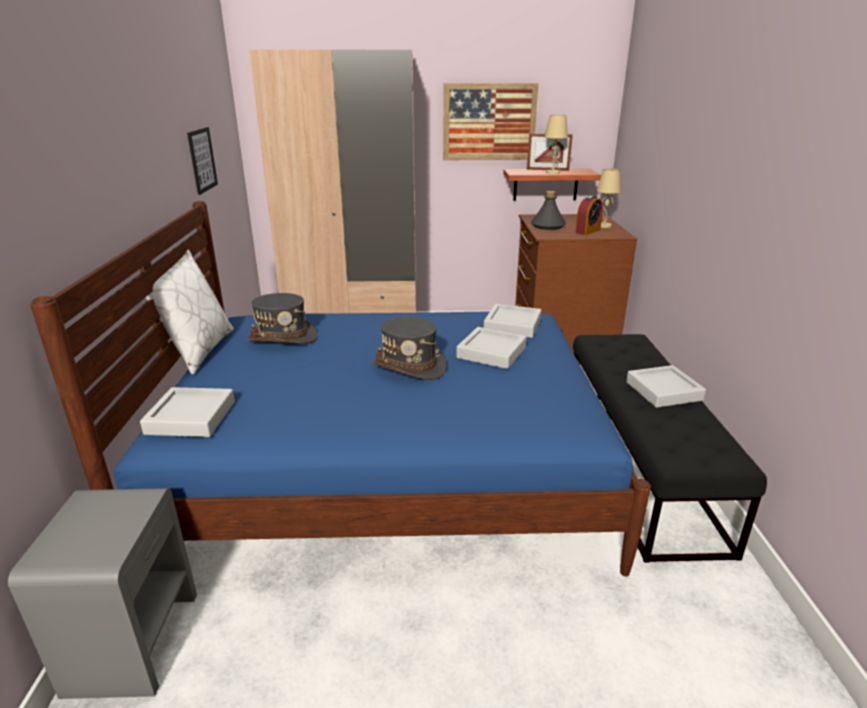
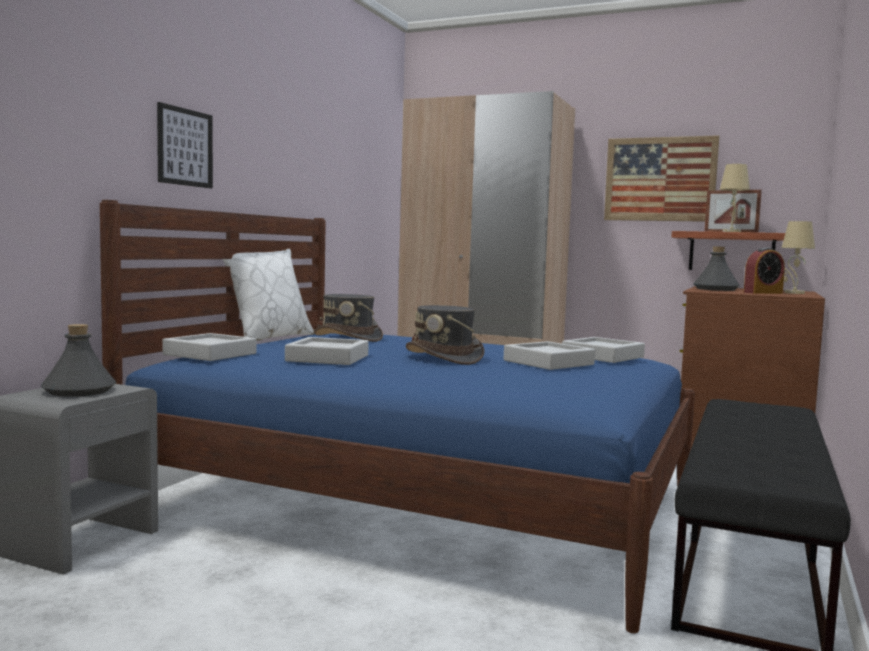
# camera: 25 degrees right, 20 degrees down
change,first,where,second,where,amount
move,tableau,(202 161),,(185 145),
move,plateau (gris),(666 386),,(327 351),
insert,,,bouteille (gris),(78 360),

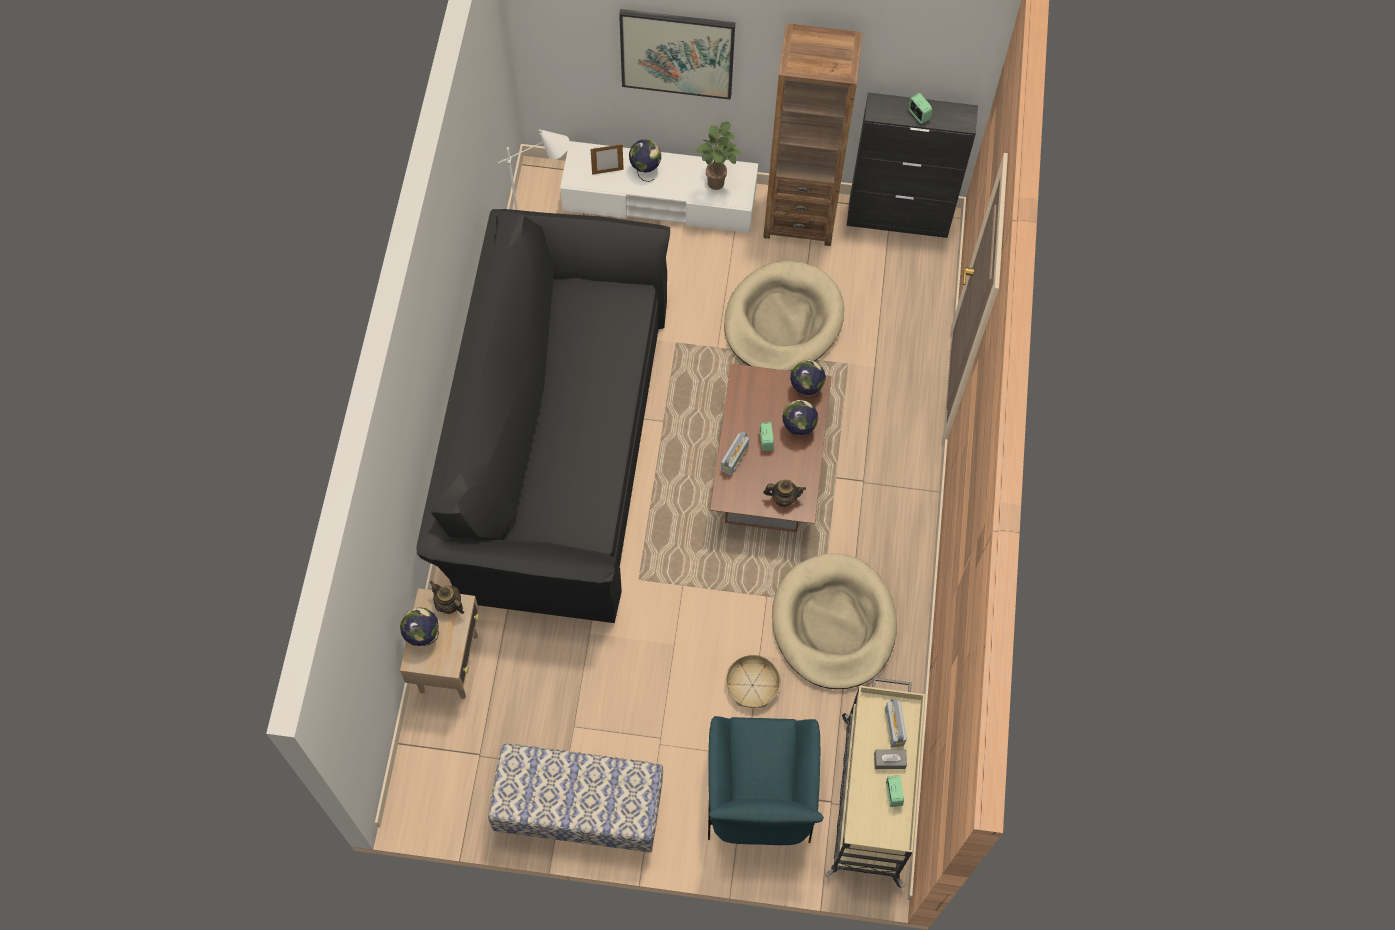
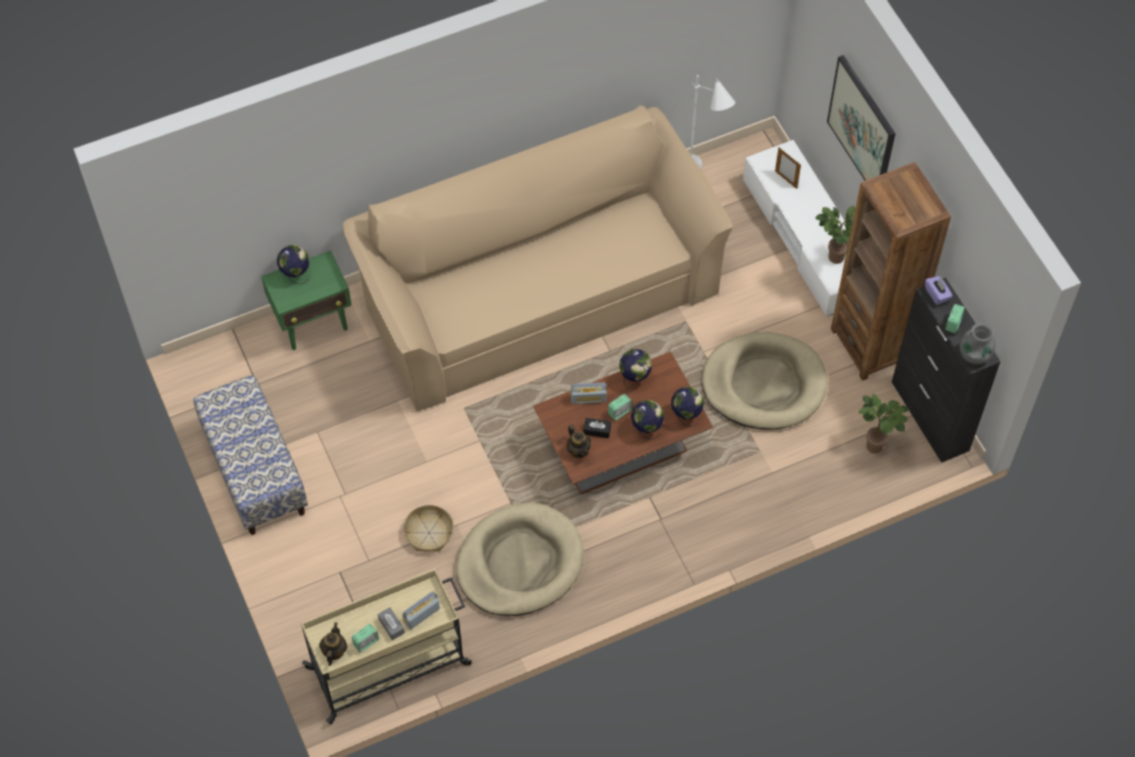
# camera: 60 degrees right, 5 degrees down
change,first,where,second,where,amount
move,globe,(645 160),,(635 369),
recolor,canapé (noir),(543 416),canapé (beige),(538 258),
move,théière,(447 597),,(333 644),
recolor,table d'appoint (beige),(439 643),table d'appoint (vert),(306 300),
delete,fauteuil (bleu),(766 780),,,
insert,,,boîte à mouchoirs (violet),(938 290),
insert,,,vase (gris),(978 343),
insert,,,plante en pot,(884 424),
insert,,,boîte à mouchoirs (noir),(597 428),

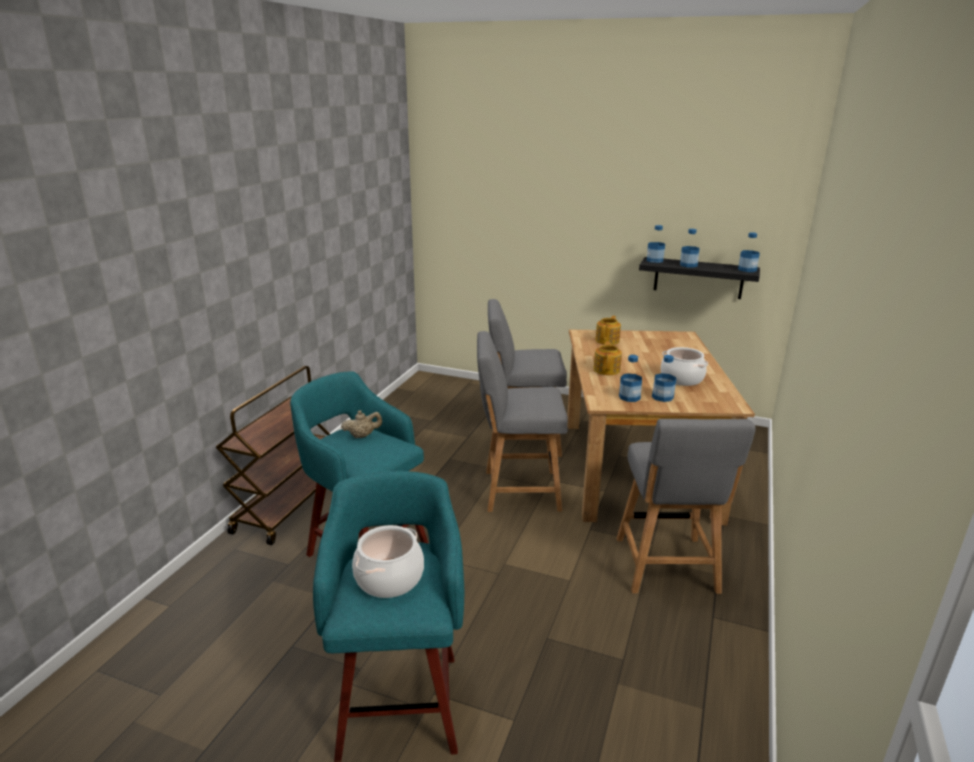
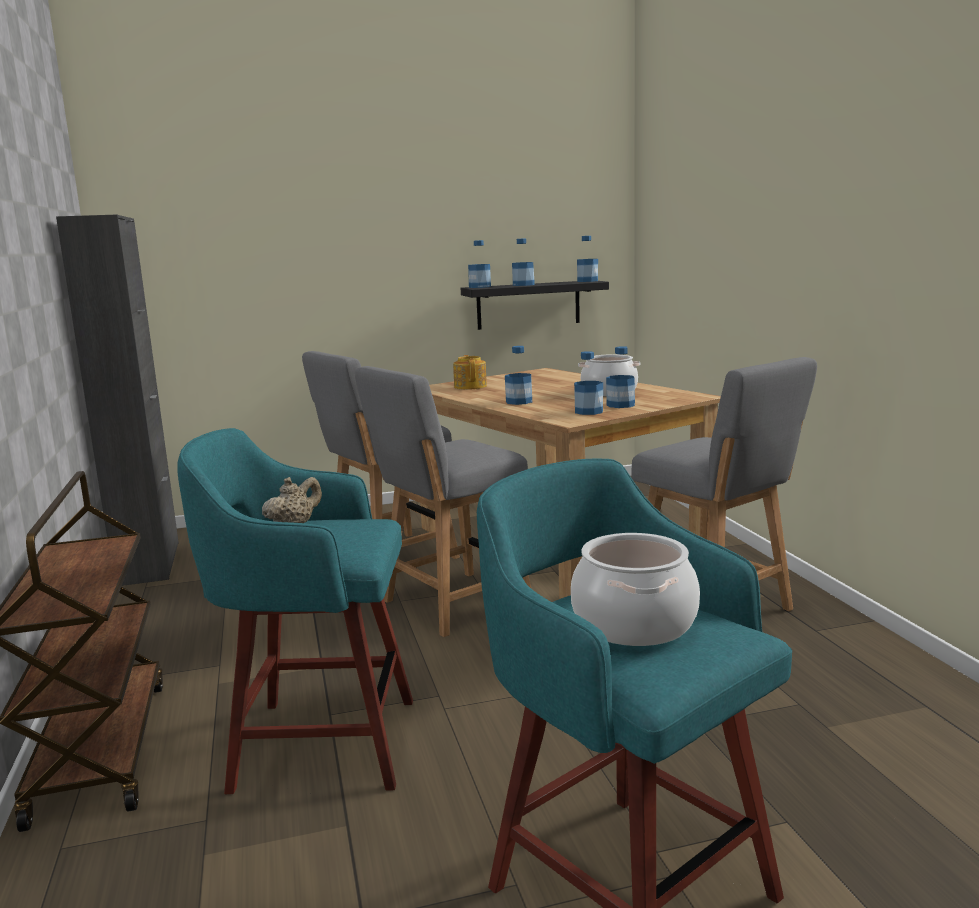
# camera: 35 degrees left, 10 degrees down
change,first,where,second,where,amount
replace,théière,(607 358),bouteille,(518 375),
insert,,,meuble de rangement (noir),(117 400),

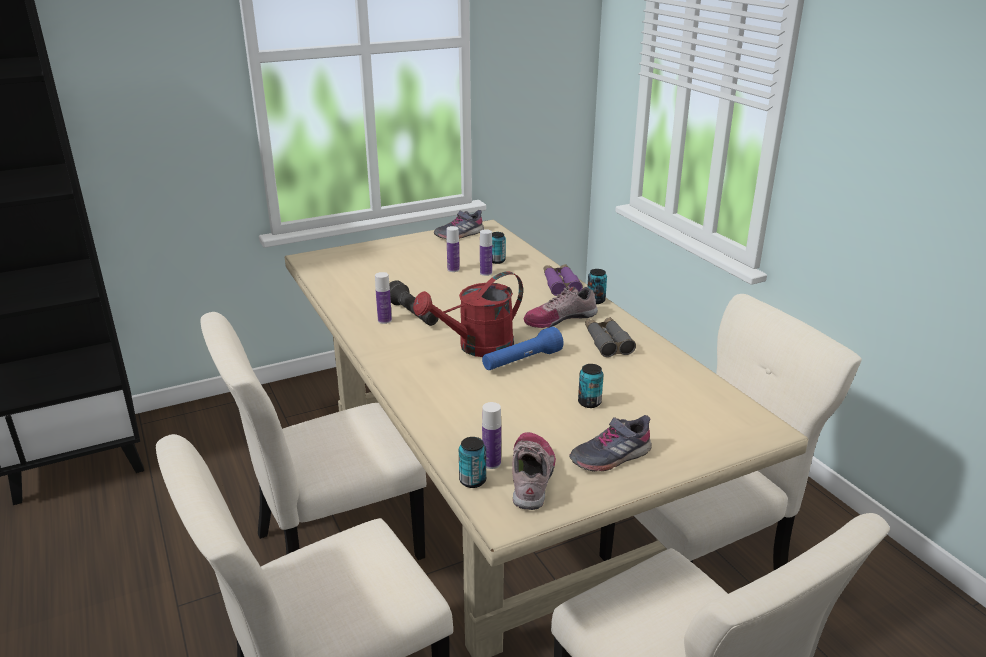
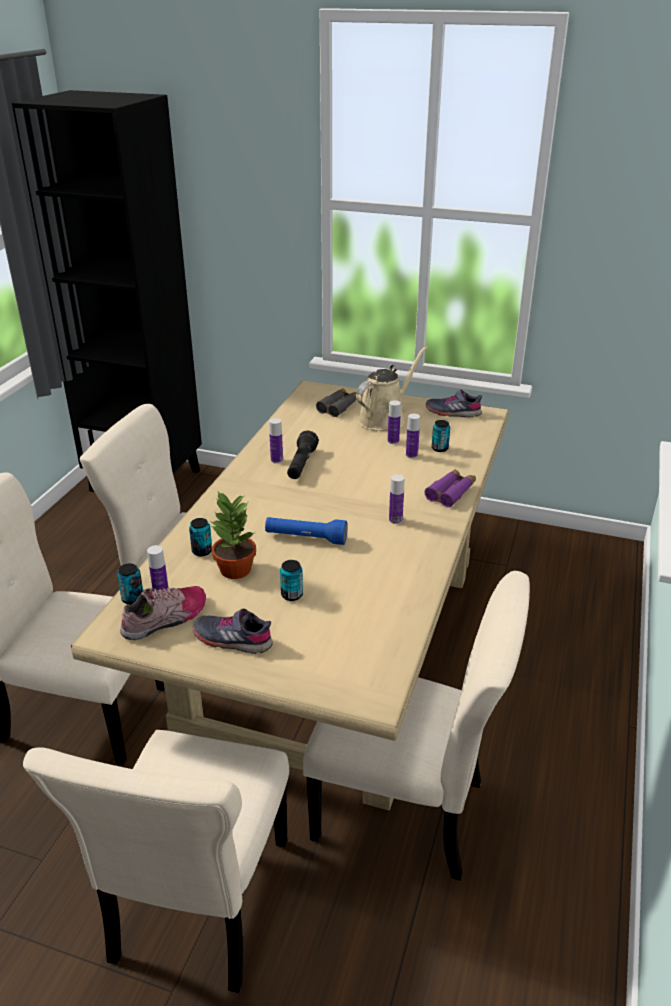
# camera: 45 degrees right, 5 degrees up
change,first,where,second,where,amount
move,boîte métallique,(597 286),,(200 537),
delete,arrosoir (rouge),(468 314),,,
replace,chaussure,(561 307),bouteille,(396 499),
move,jumelles (gris),(610 337),,(336 402),
insert,,,arrosoir (beige),(392 388),
insert,,,plante en pot,(233 535),

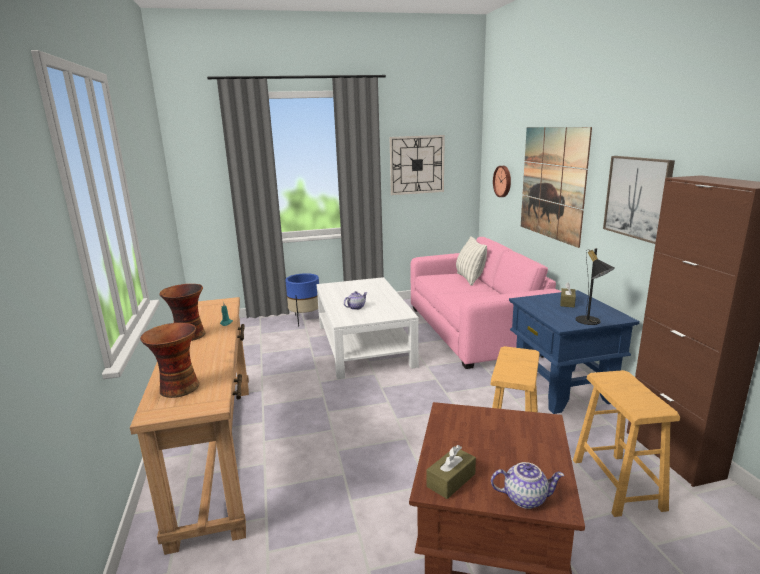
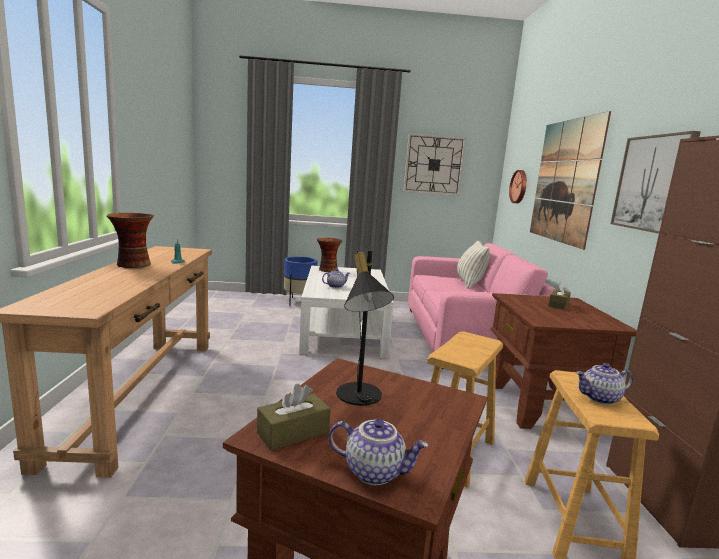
# camera: 10 degrees right, 5 degrees down
change,first,where,second,where,amount
move,lampe de table (noir),(595 286),,(365 328),
recolor,table d'appoint (bleu),(574 352),table d'appoint (marron),(563 361),
move,vase,(169 360),,(330 255),
insert,,,théière,(604 384),

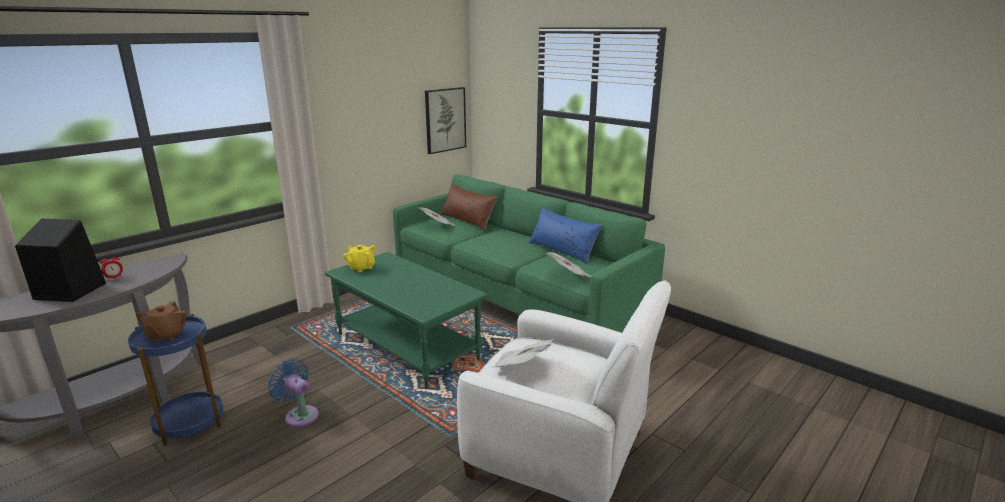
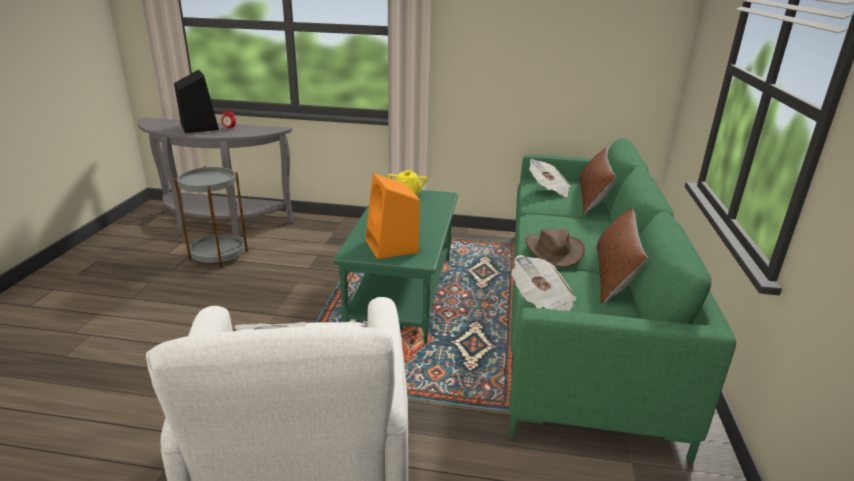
# camera: 55 degrees right, 5 degrees up
change,first,where,second,where,amount
delete,tableau,(445 120),,,
recolor,coussin (bleu),(565 236),coussin (marron),(622 256),
delete,théière (marron),(161 321),,,
recolor,table d'appoint (bleu),(175 380),table d'appoint (gris),(211 217),
delete,ventilateur (bleu),(293 393),,,
insert,,,enceinte (orange),(393 216),
insert,,,chapeau (marron),(555 248),

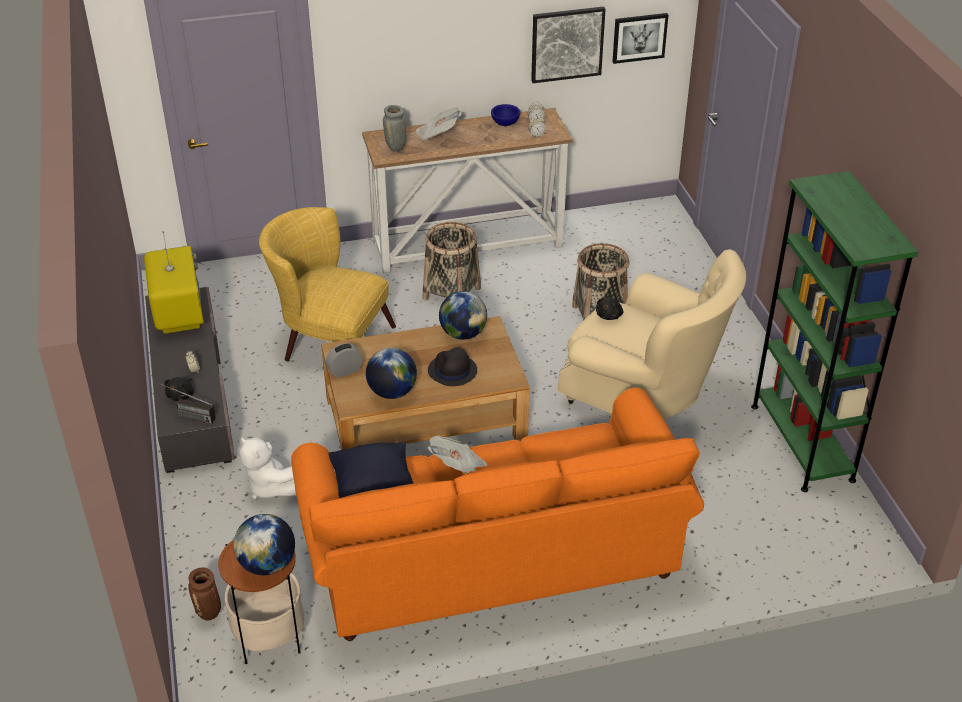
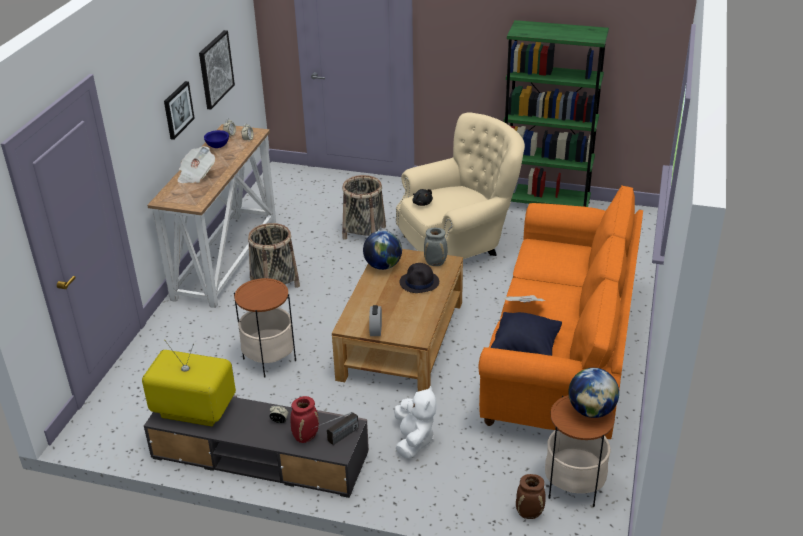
# camera: 60 degrees left, 5 degrees down
change,first,where,second,where,amount
move,tableau,(640 38),,(179 110),
move,vase (gris),(395 128),,(435 247),
replace,fauteuil (jaune),(327 284),table d'appoint,(265 327),
delete,globe,(391 373),,,
replace,peluche (noir),(179 389),vase (rouge),(304 419),
rotate,peluche (blanc),(268 467),,(415 422),75 degrees counterclockwise

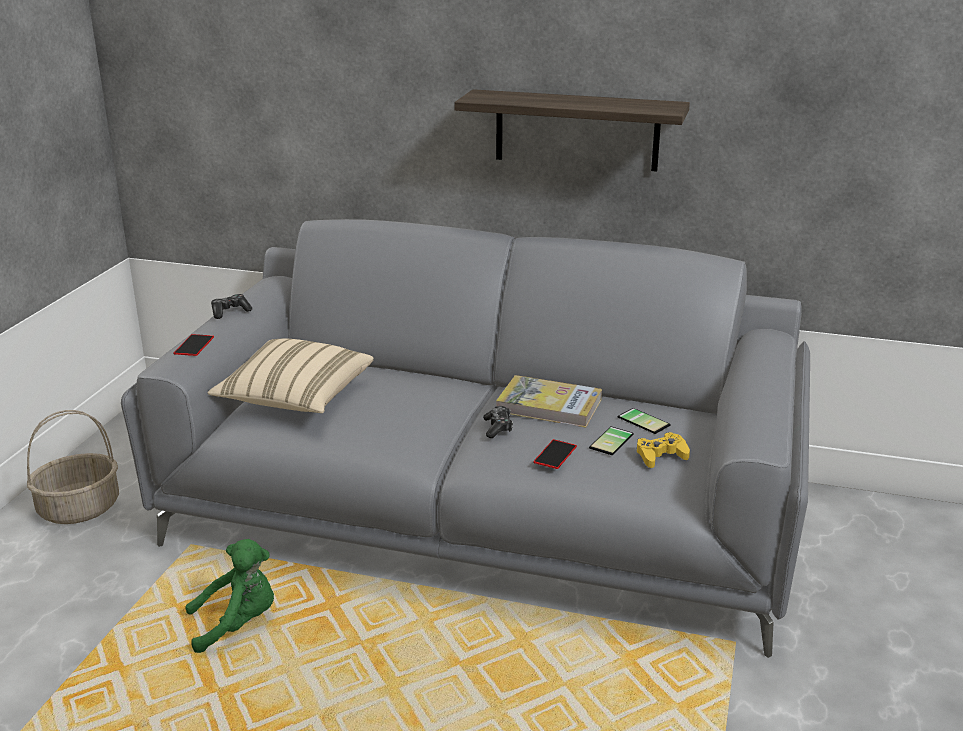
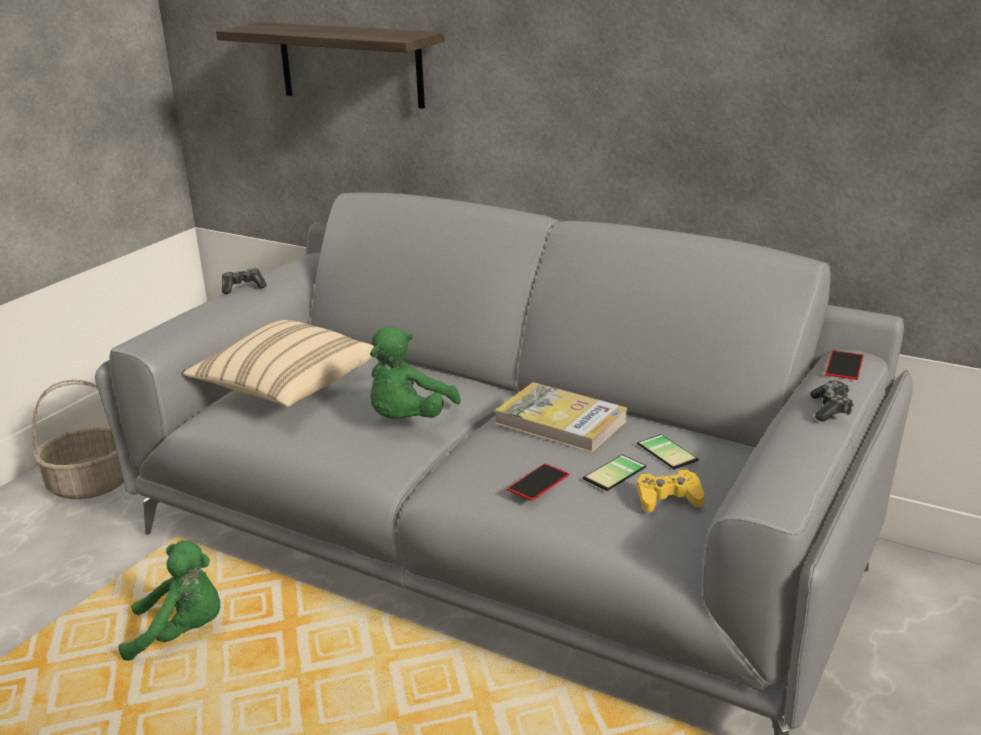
# camera: 15 degrees right, 0 degrees up
change,first,where,second,where,amount
move,étagère,(572 130),,(330 65),
move,téléphone,(193 345),,(844 365),
move,manette,(498 422),,(832 401),
insert,,,peluche (vert),(415 372),

